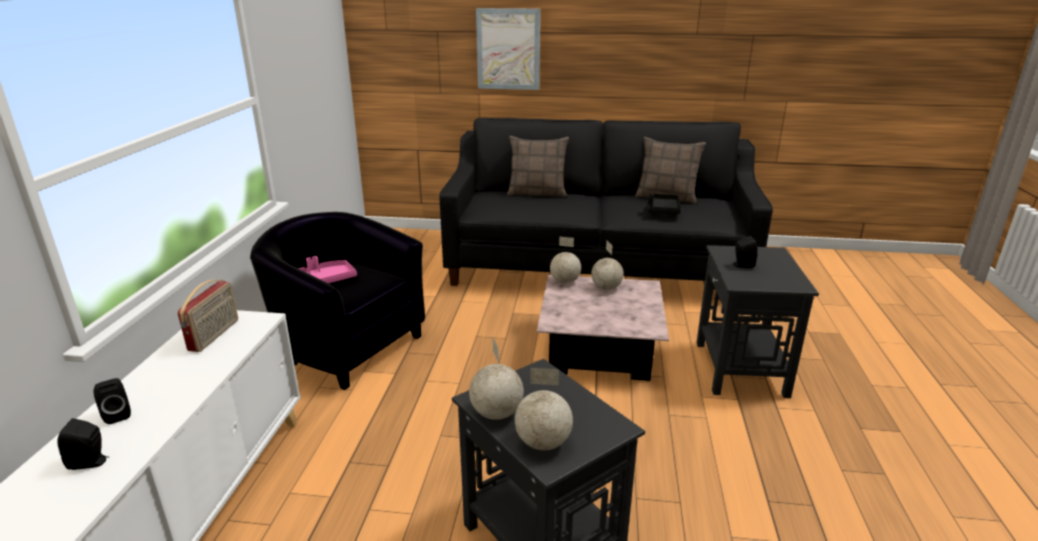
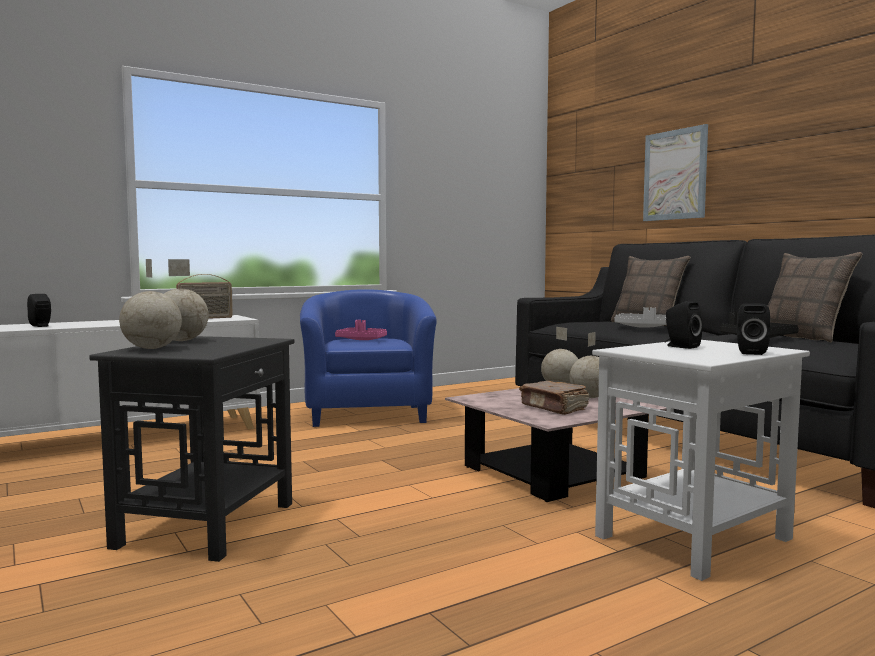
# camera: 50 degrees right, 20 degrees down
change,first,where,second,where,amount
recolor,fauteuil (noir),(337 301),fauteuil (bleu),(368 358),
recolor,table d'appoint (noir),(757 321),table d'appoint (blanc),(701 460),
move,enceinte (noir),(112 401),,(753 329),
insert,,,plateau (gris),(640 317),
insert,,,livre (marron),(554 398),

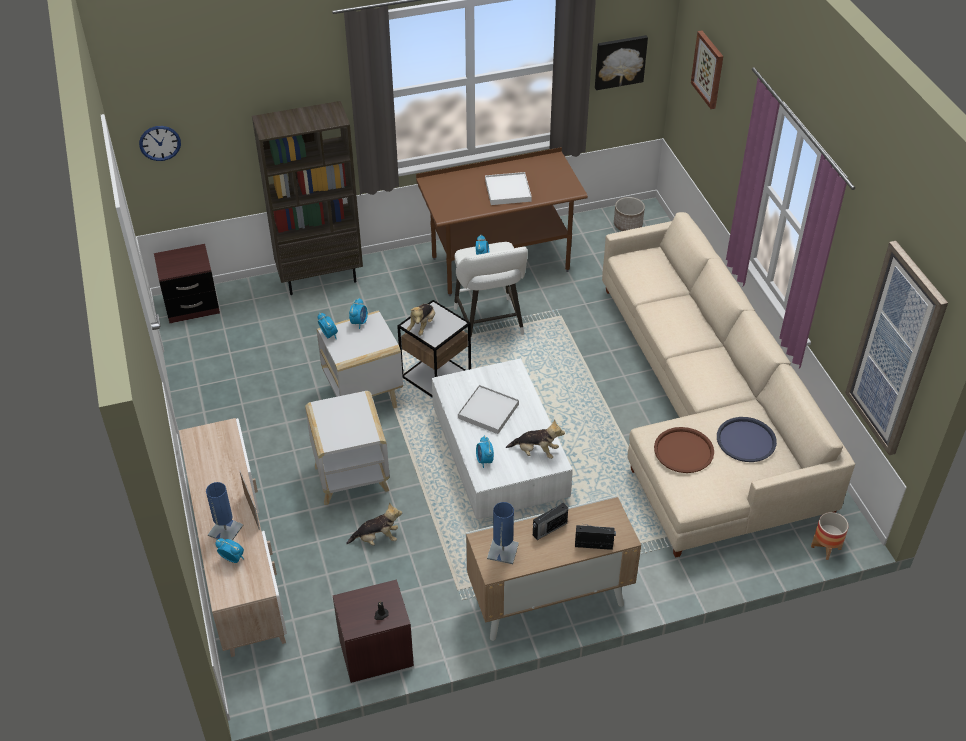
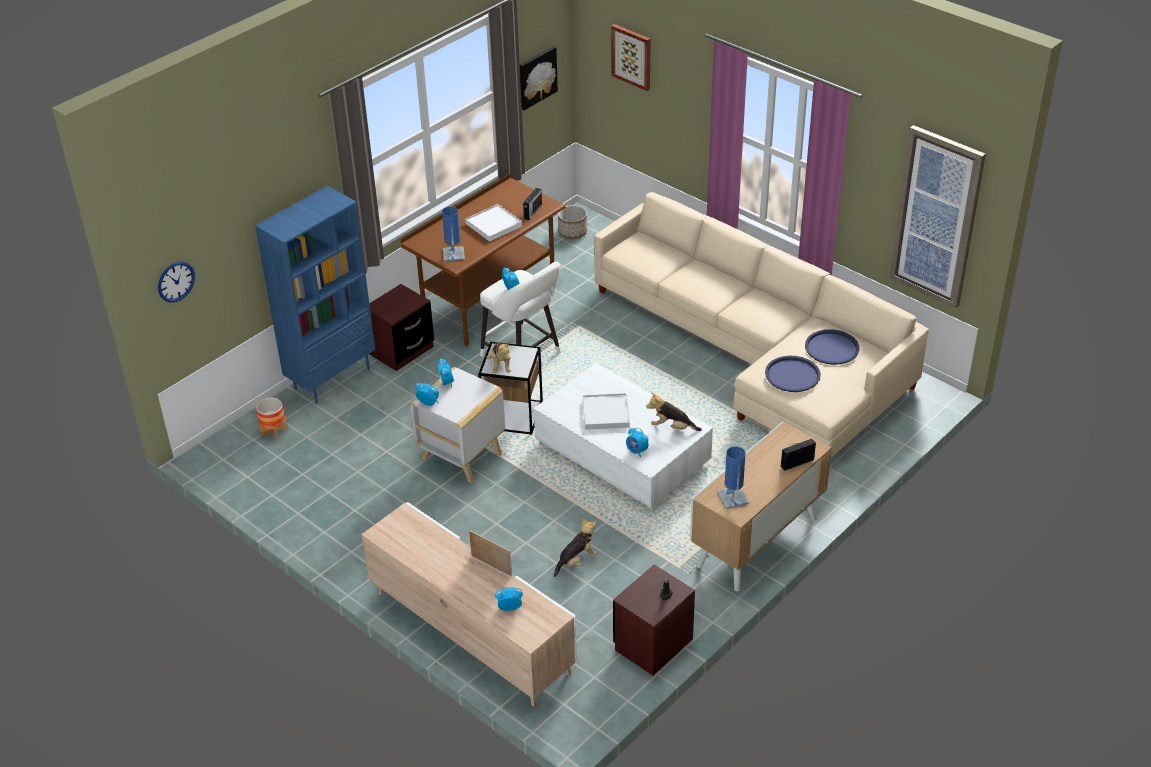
# camera: 30 degrees left, 5 degrees down
change,first,where,second,where,amount
recolor,bibliothèque (marron),(307 198),bibliothèque (bleu),(315 295),
move,table de chevet (marron),(187 283),,(401 327),
delete,table d'appoint (blanc),(347 448),,,
rotate,peluche,(535 439),,(674 411),150 degrees counterclockwise
recolor,plateau (marron),(684 450),plateau (bleu),(793 374),
move,lampe de table (bleu),(224 511),,(453 234),
move,radio,(550 521),,(532 204),
move,cache-pot,(830 536),,(271 419),

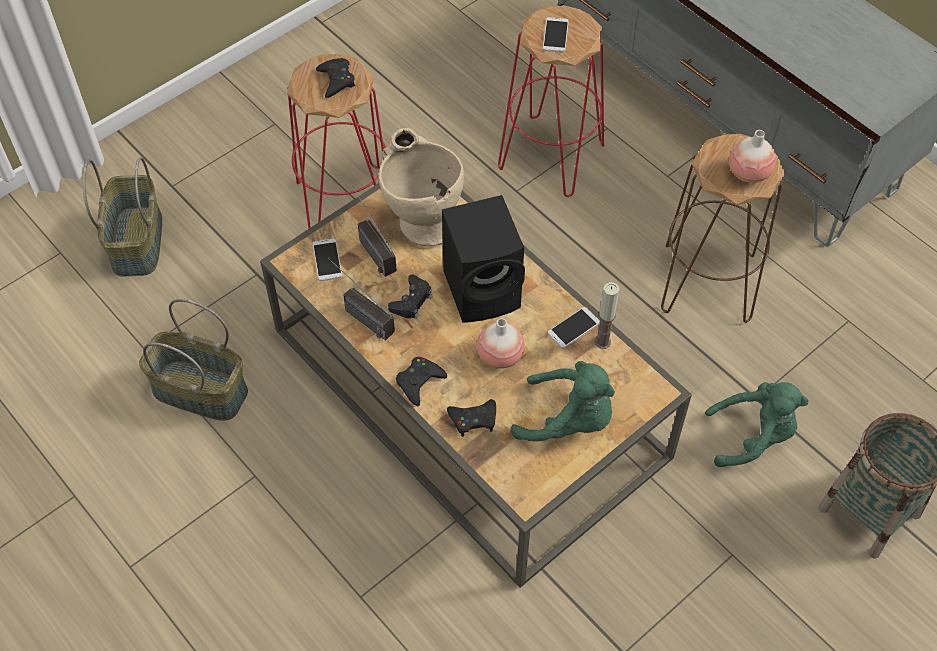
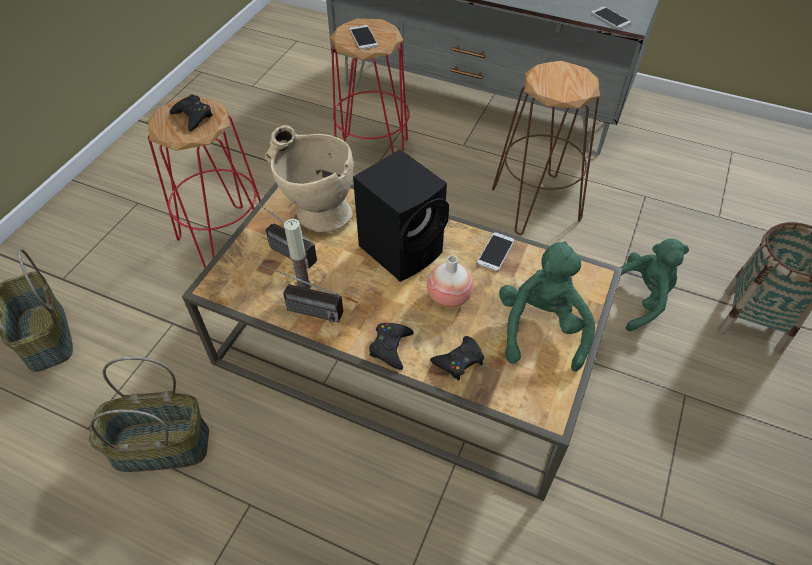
# camera: 25 degrees left, 5 degrees down
change,first,where,second,where,amount
delete,vase,(752 156),,,
move,téléphone,(327 260),,(611 17),
delete,manette (noir),(410 296),,,
move,bougie,(607 315),,(297 254),
rotate,peluche (vert),(563 401),,(547 306),75 degrees counterclockwise

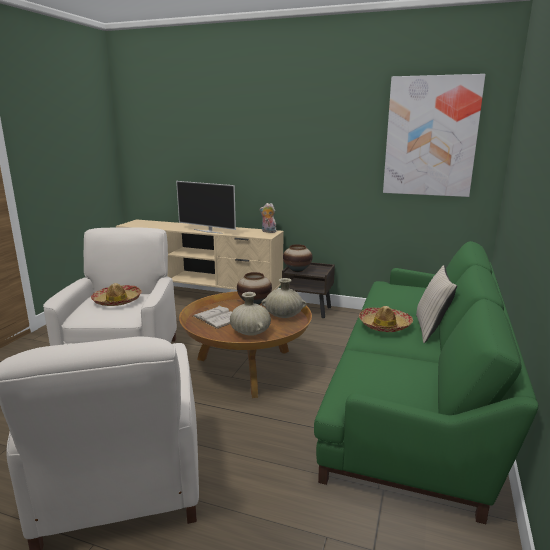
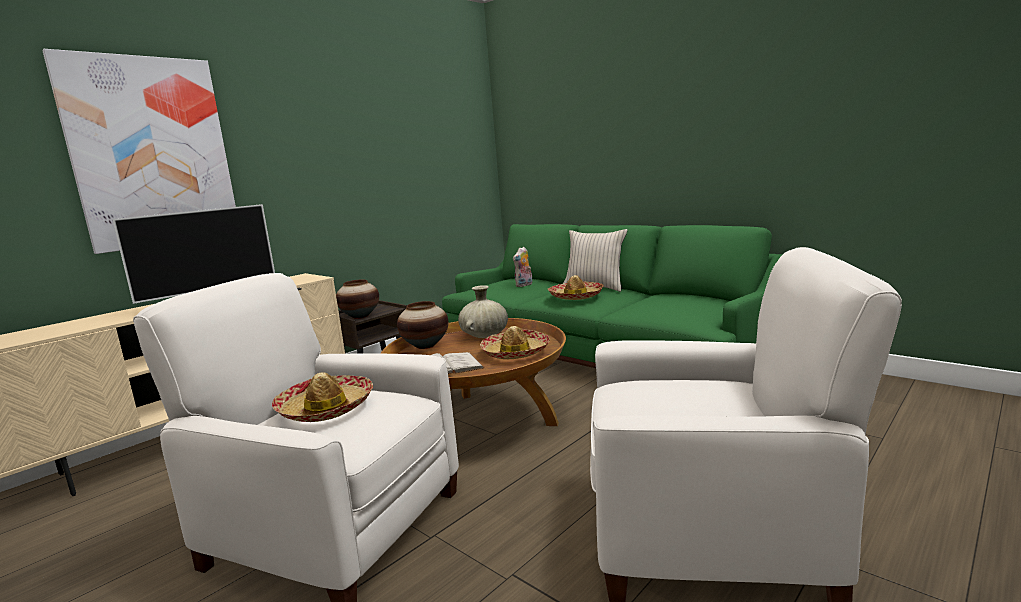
# camera: 65 degrees left, 5 degrees down
change,first,where,second,where,amount
move,tableau,(434 135),,(139 151),
move,peluche,(268 218),,(522 266),
replace,vase (beige),(250 314),chapeau,(515 342),

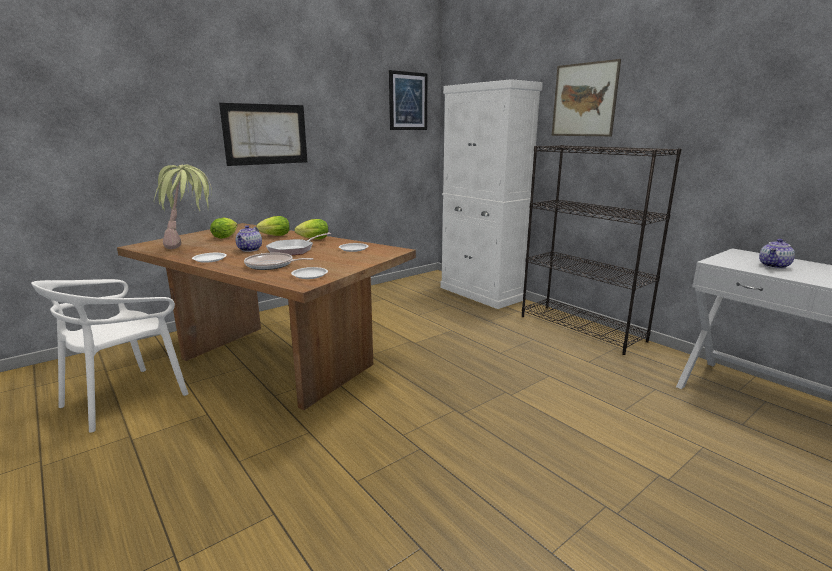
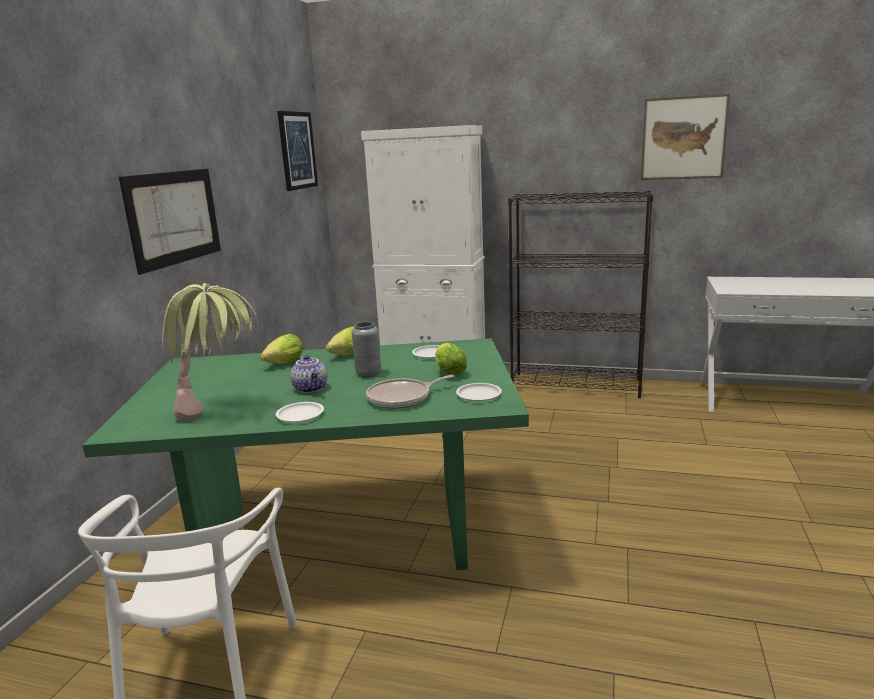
# camera: 35 degrees left, 0 degrees up
change,first,where,second,where,amount
move,tableau,(586 97),,(685 137),
move,laitue,(224 228),,(451 359),
recolor,table à manger (marron),(266 316),table à manger (vert),(305 454),
replace,poêle,(298 244),vase (gris),(366 349),
delete,théière,(777 254),,,

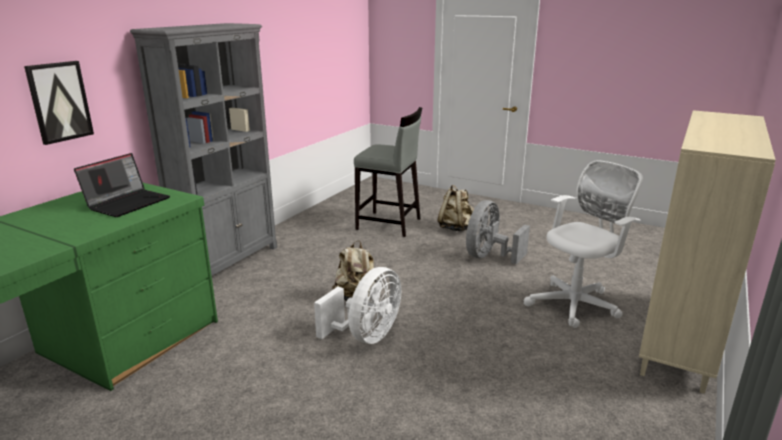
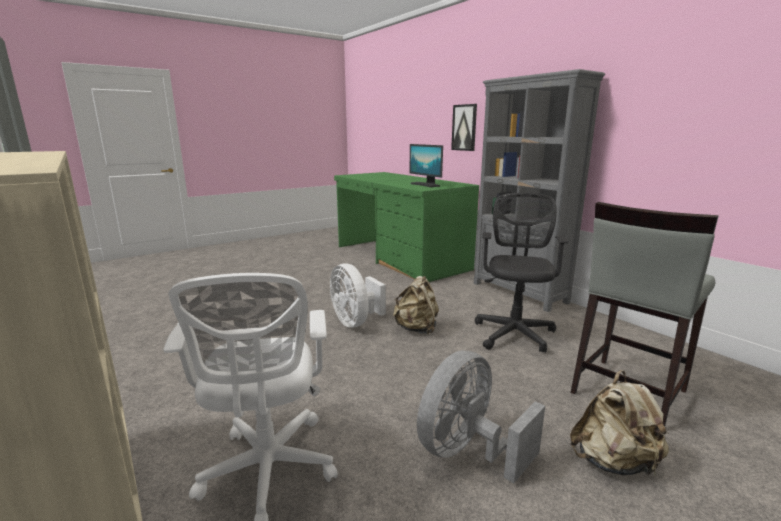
# camera: 115 degrees right, 5 degrees down
change,first,where,second,where,amount
replace,ordinateur portable,(122 185),écran d'ordinateur,(426 165),
rotate,ventilateur (gris),(498 232),,(481 416),105 degrees counterclockwise
insert,,,chaise de bureau (noir),(521 273),

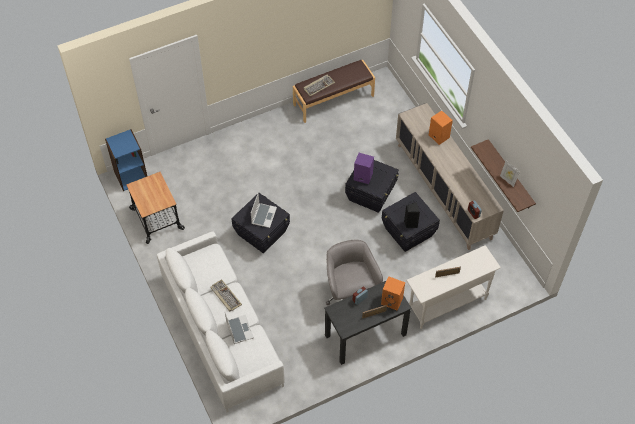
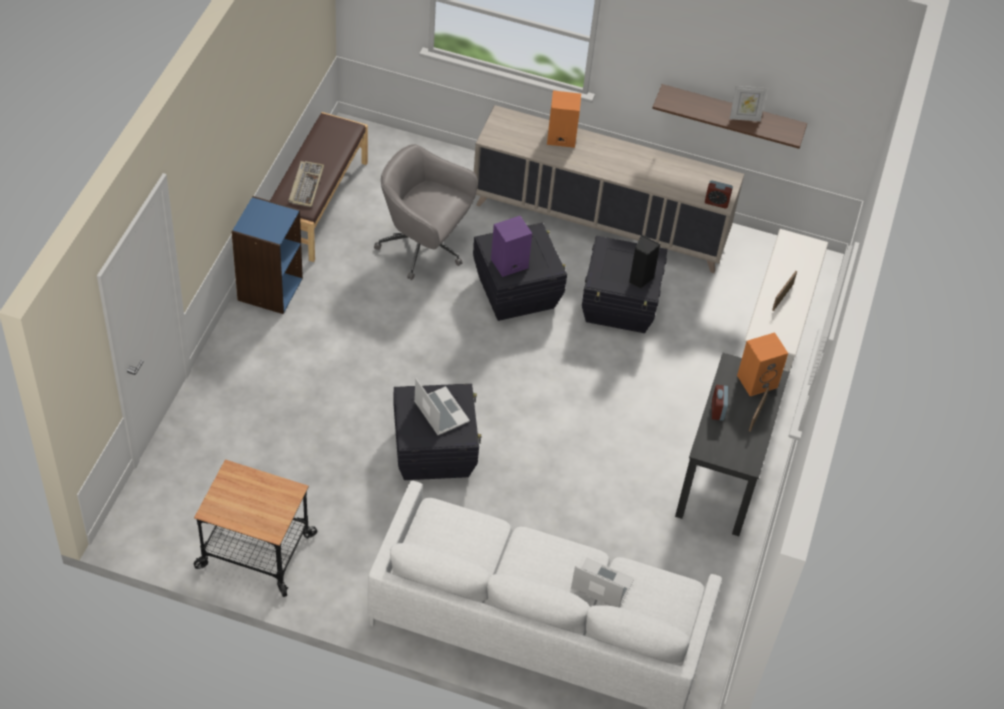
# camera: 50 degrees left, 5 degrees down
change,first,where,second,where,amount
move,bibliothèque (bleu),(126 160),,(267 255),
move,chaise de bureau (gris),(354 272),,(426 212),
delete,clavier,(226 295),,,

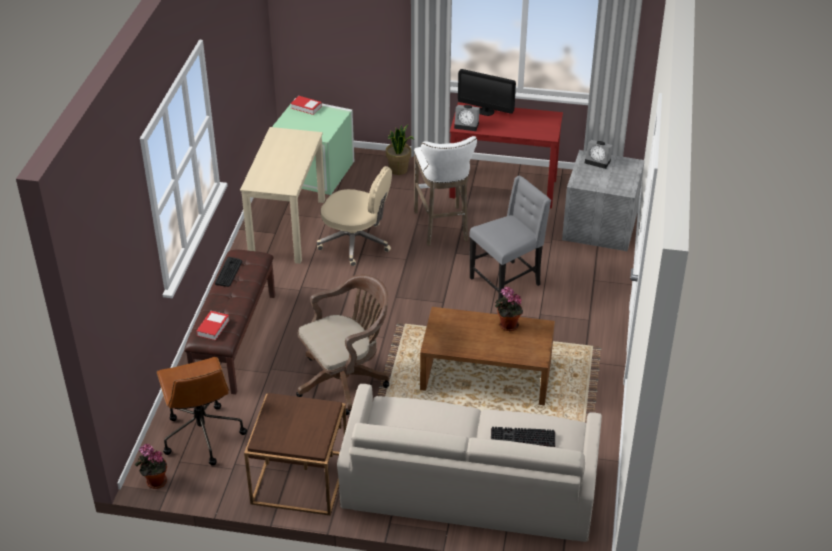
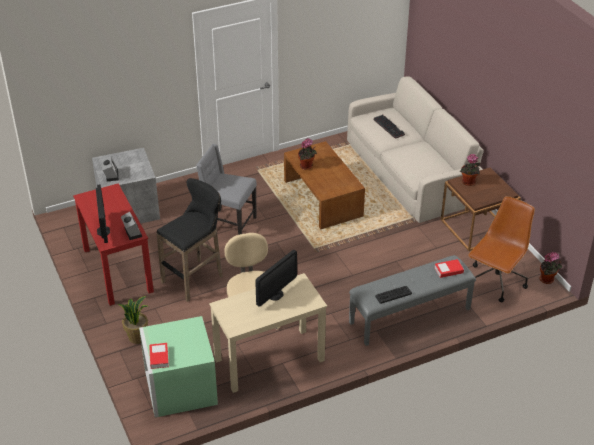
# camera: 125 degrees left, 0 degrees up
change,first,where,second,where,amount
recolor,tabouret (blanc),(445 191),tabouret (noir),(189 240),
recolor,banc (marron),(229 322),banc (gris),(412 300),
delete,chaise de bureau (marron),(342 344),,,
insert,,,plante en pot,(470 170),
insert,,,écran d'ordinateur,(276 278),

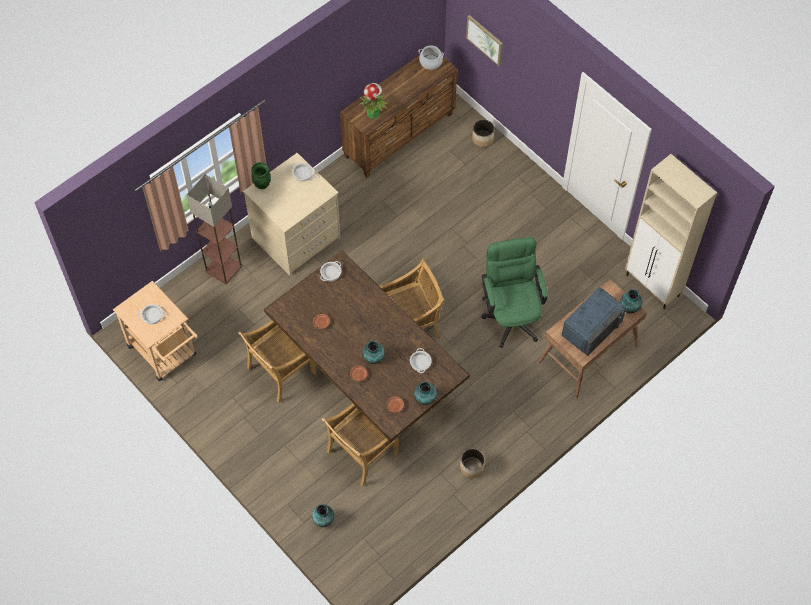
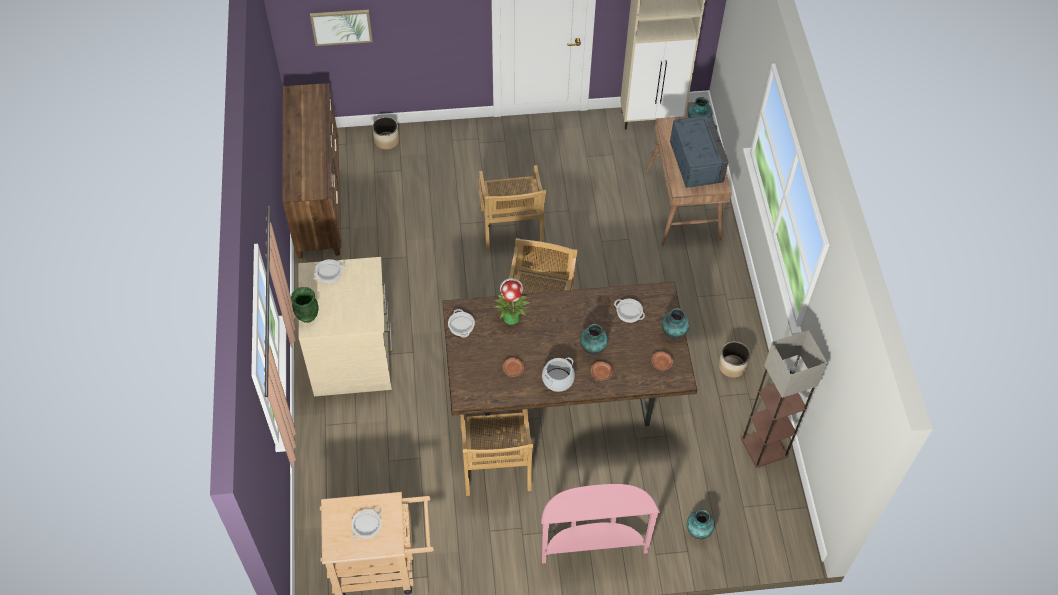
# camera: 55 degrees left, 5 degrees down
change,first,where,second,where,amount
move,marmite,(431 57),,(558 374),
move,plante en pot,(374 101),,(512 301),
move,lampadaire,(215 229),,(784 399),
delete,chaise de bureau (vert),(515 292),,,
move,chaise (beige),(360 445),,(512 208),
insert,,,table console (rose),(600 524),

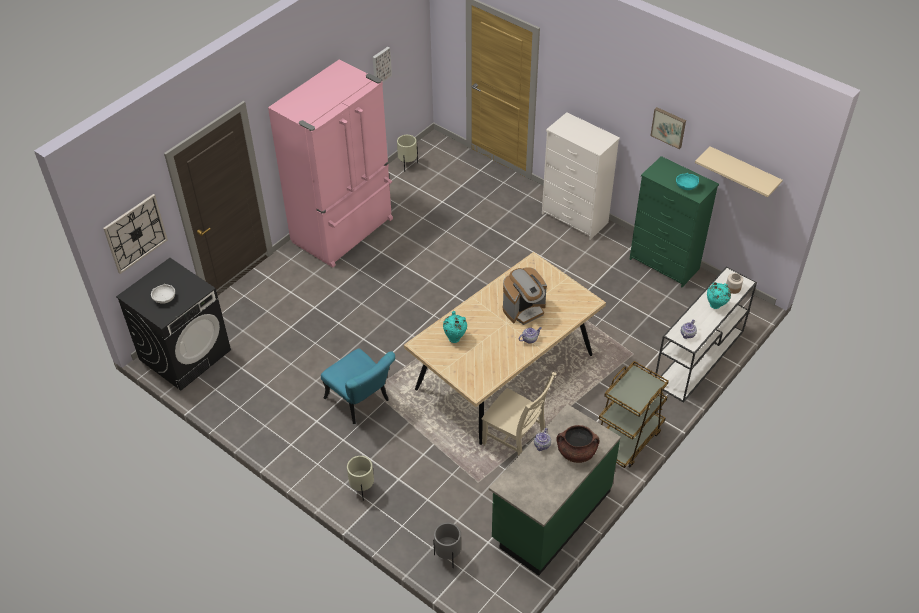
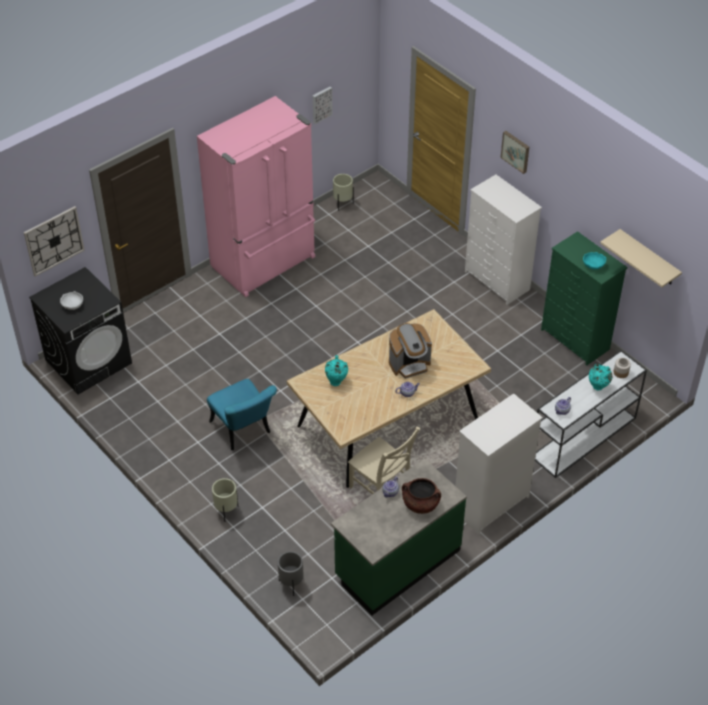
# camera: 10 degrees right, 0 degrees up
change,first,where,second,where,amount
move,tableau,(668 128),,(515 152),
replace,chariot (marron),(634 414),commode (blanc),(499 463),

